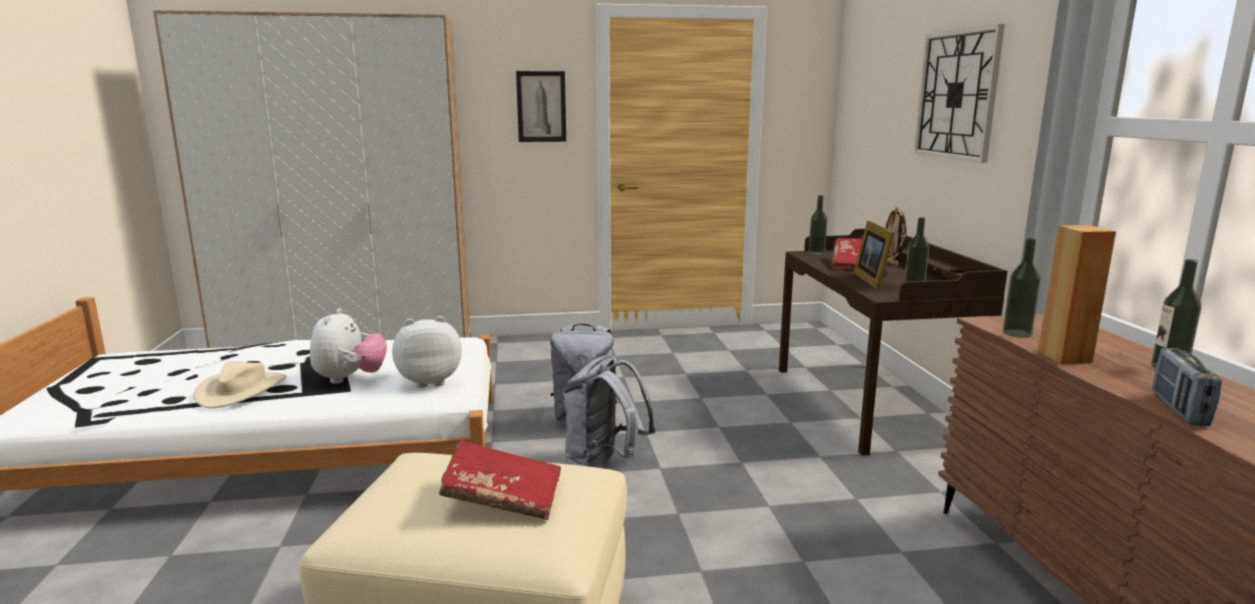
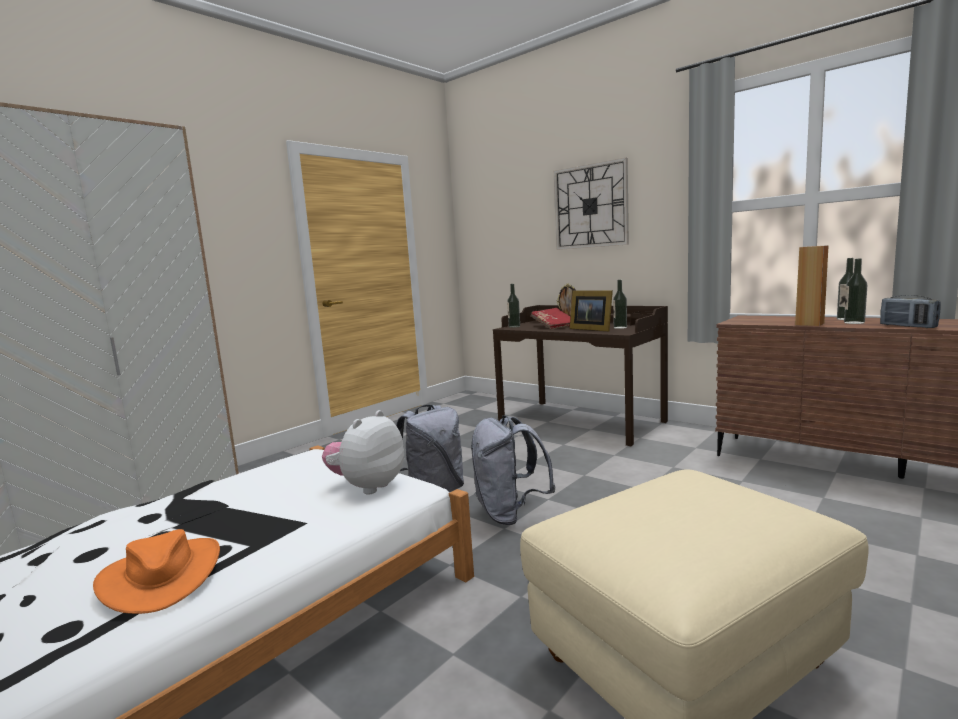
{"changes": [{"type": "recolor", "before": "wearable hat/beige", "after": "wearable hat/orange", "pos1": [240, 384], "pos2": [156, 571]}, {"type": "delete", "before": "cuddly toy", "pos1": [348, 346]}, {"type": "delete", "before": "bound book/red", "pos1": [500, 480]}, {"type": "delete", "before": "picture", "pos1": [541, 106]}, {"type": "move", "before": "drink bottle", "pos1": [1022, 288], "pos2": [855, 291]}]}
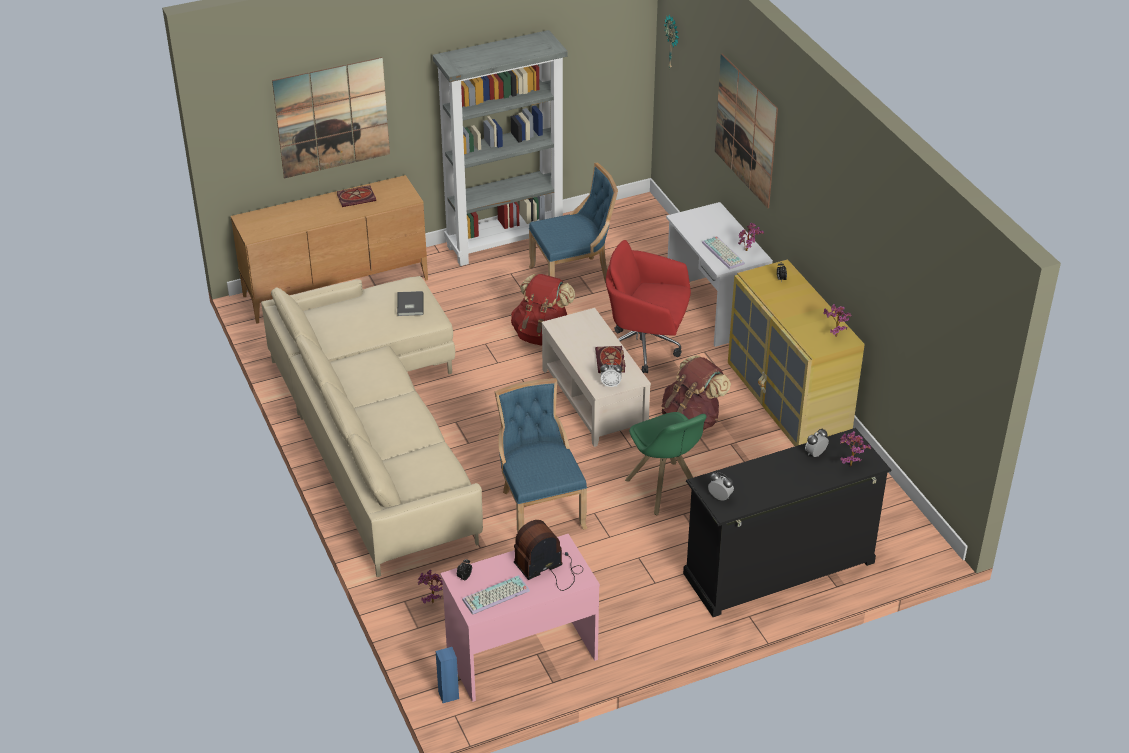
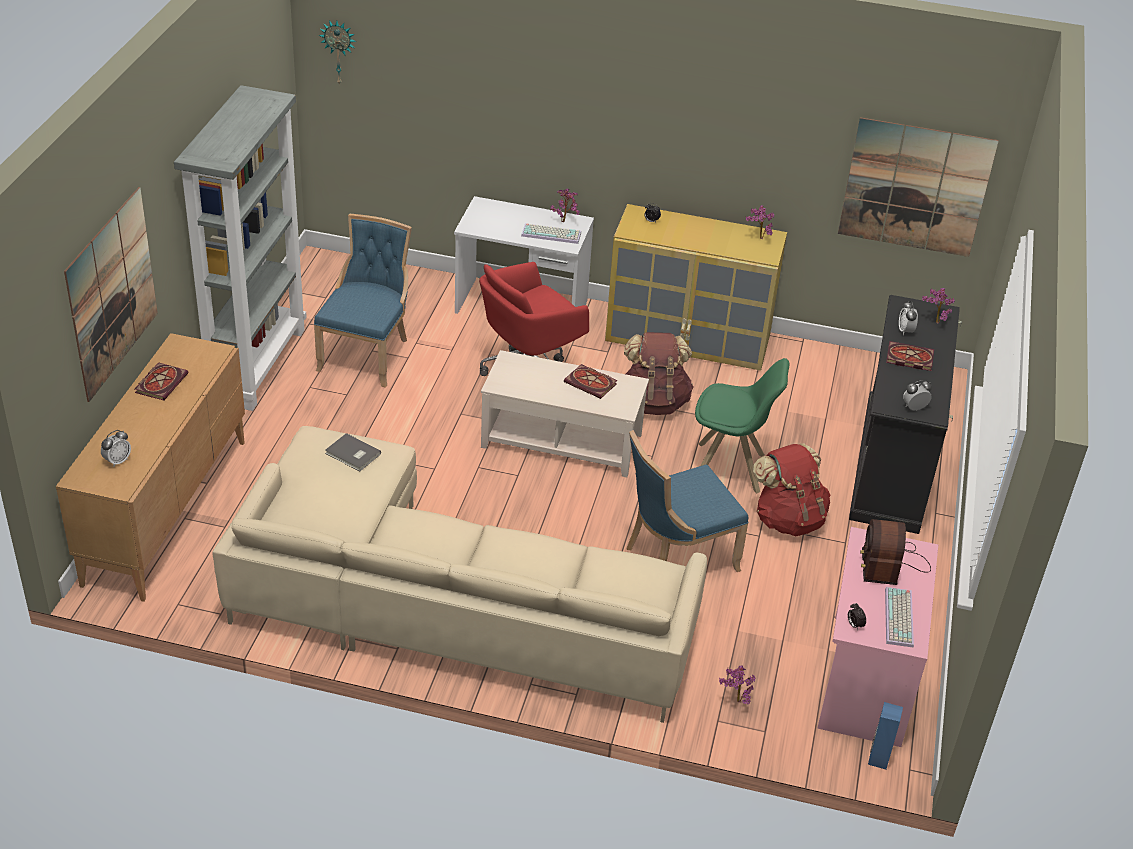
{"changes": [{"type": "rotate", "before": "plain chair/blue", "pos1": [541, 455], "pos2": [687, 501], "turn": -45}, {"type": "move", "before": "backpack/red", "pos1": [543, 310], "pos2": [791, 489]}, {"type": "move", "before": "table clock", "pos1": [611, 374], "pos2": [116, 448]}, {"type": "move", "before": "picture", "pos1": [746, 131], "pos2": [918, 187]}, {"type": "insert", "after": "bound book", "pos2": [910, 356]}]}
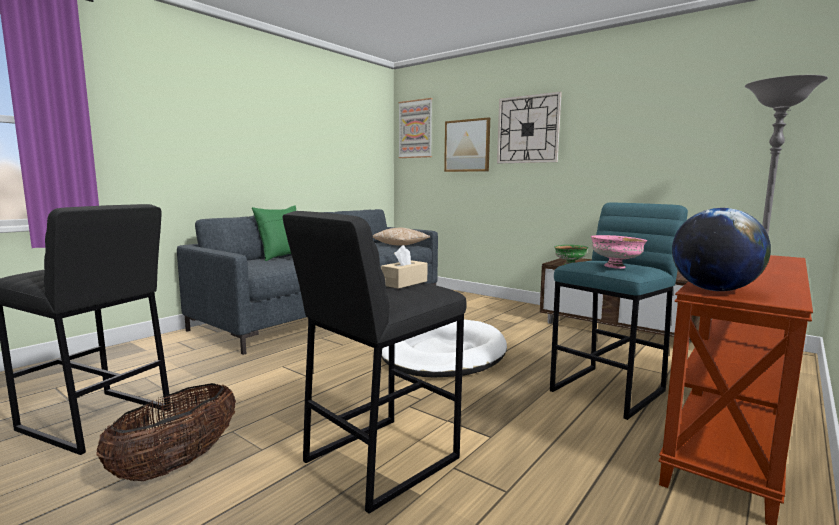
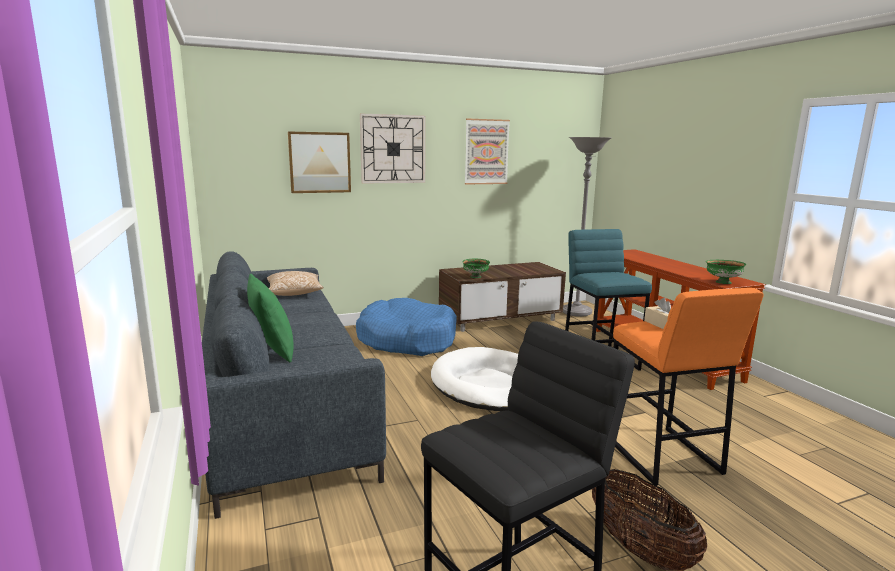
{"changes": [{"type": "recolor", "before": "stool/black", "after": "stool/orange", "pos1": [375, 362], "pos2": [688, 387]}, {"type": "move", "before": "picture", "pos1": [415, 128], "pos2": [487, 151]}, {"type": "delete", "before": "bowl/pink-coloured", "pos1": [618, 252]}, {"type": "replace", "before": "world globe", "after": "bowl/greenish", "pos1": [721, 249], "pos2": [726, 272]}, {"type": "insert", "after": "pet bed/blue", "pos2": [406, 327]}]}
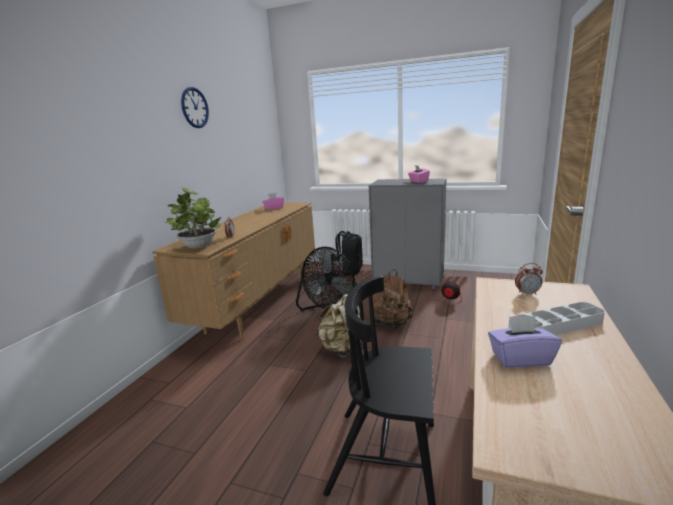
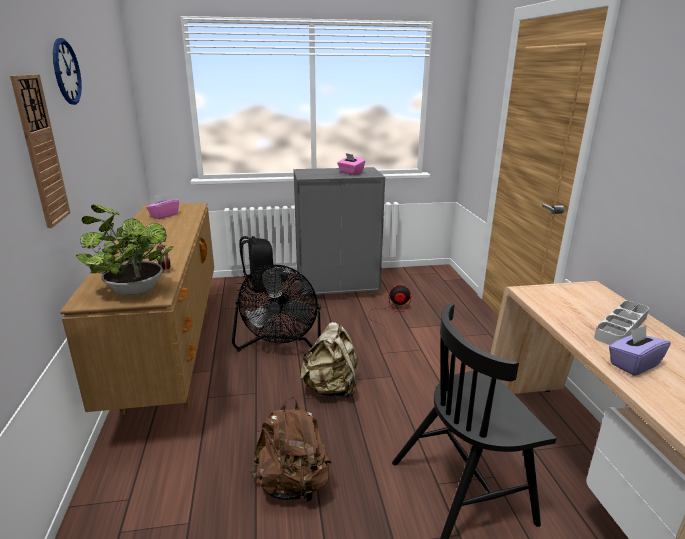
{"changes": [{"type": "move", "before": "backpack/brown", "pos1": [393, 299], "pos2": [291, 450]}, {"type": "delete", "before": "table clock", "pos1": [529, 279]}, {"type": "insert", "after": "wall clock", "pos2": [40, 151]}]}
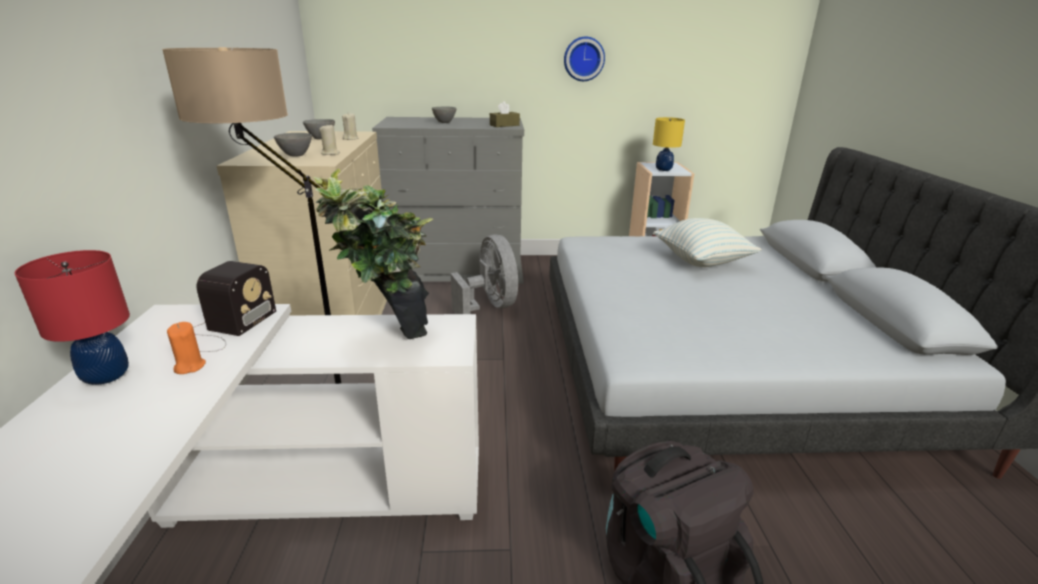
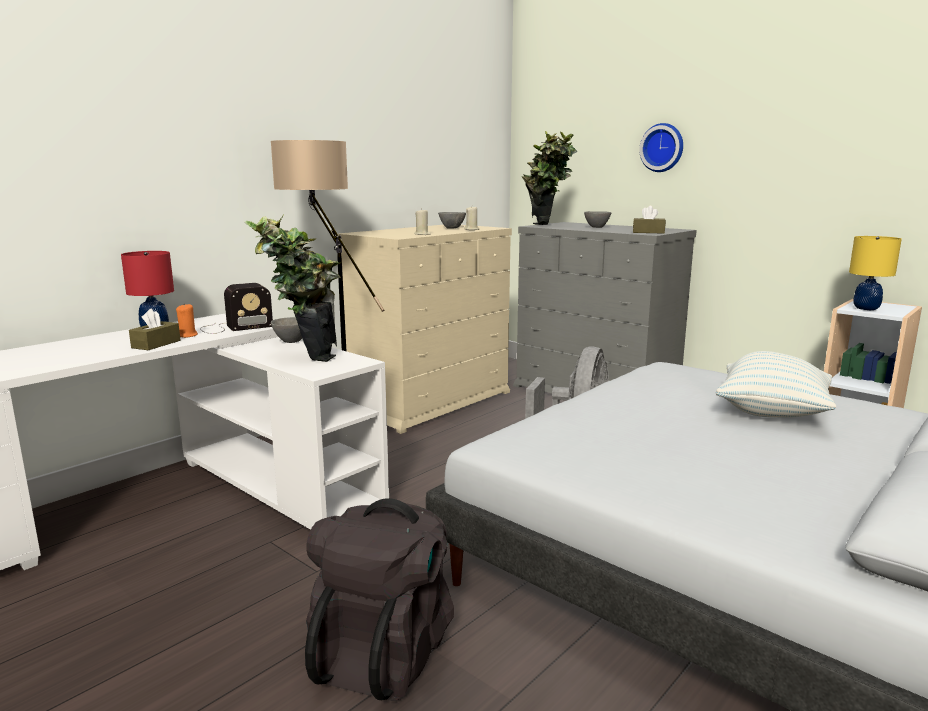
{"changes": [{"type": "move", "before": "bowl/greyish", "pos1": [293, 145], "pos2": [286, 330]}, {"type": "move", "before": "wall clock", "pos1": [584, 58], "pos2": [661, 147]}, {"type": "insert", "after": "tissue holder/brown", "pos2": [154, 329]}, {"type": "insert", "after": "houseplant", "pos2": [549, 178]}]}
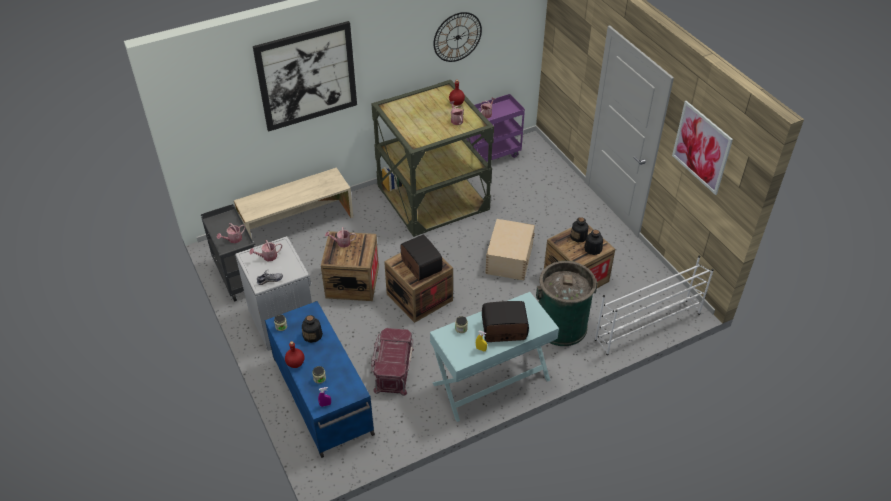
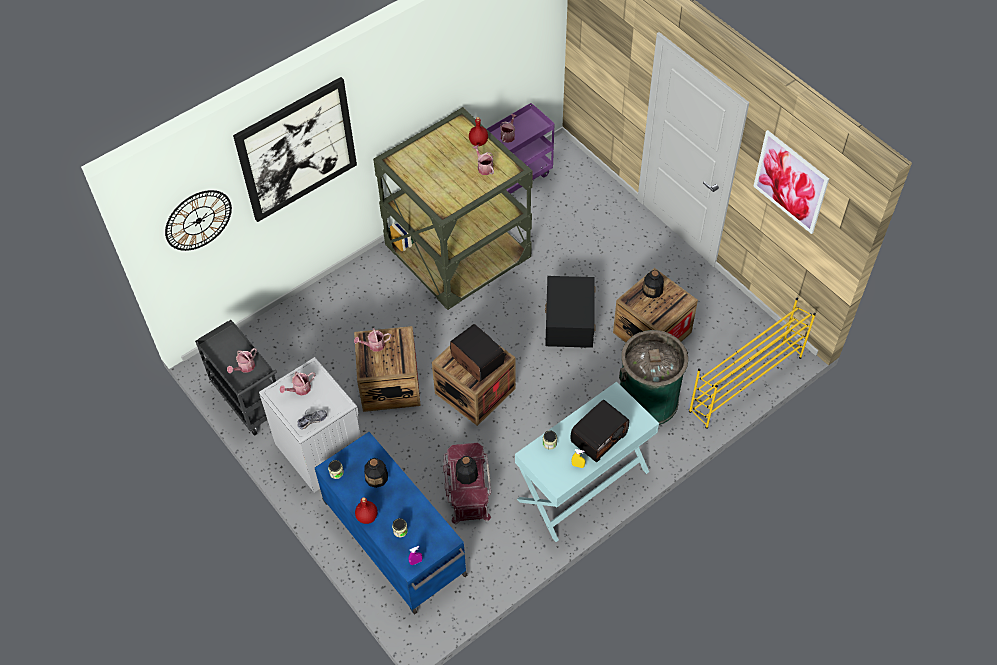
{"changes": [{"type": "delete", "before": "bench/beige", "pos1": [293, 203]}, {"type": "move", "before": "wall clock", "pos1": [457, 37], "pos2": [198, 220]}, {"type": "rotate", "before": "radio receiver", "pos1": [505, 321], "pos2": [600, 431], "turn": 150}, {"type": "recolor", "before": "storage box/beige", "after": "storage box/black", "pos1": [510, 249], "pos2": [570, 312]}, {"type": "move", "before": "drink bottle", "pos1": [593, 242], "pos2": [467, 470]}, {"type": "recolor", "before": "shoe shelf/whitish", "after": "shoe shelf/yellow-coloured", "pos1": [654, 305], "pos2": [752, 363]}]}
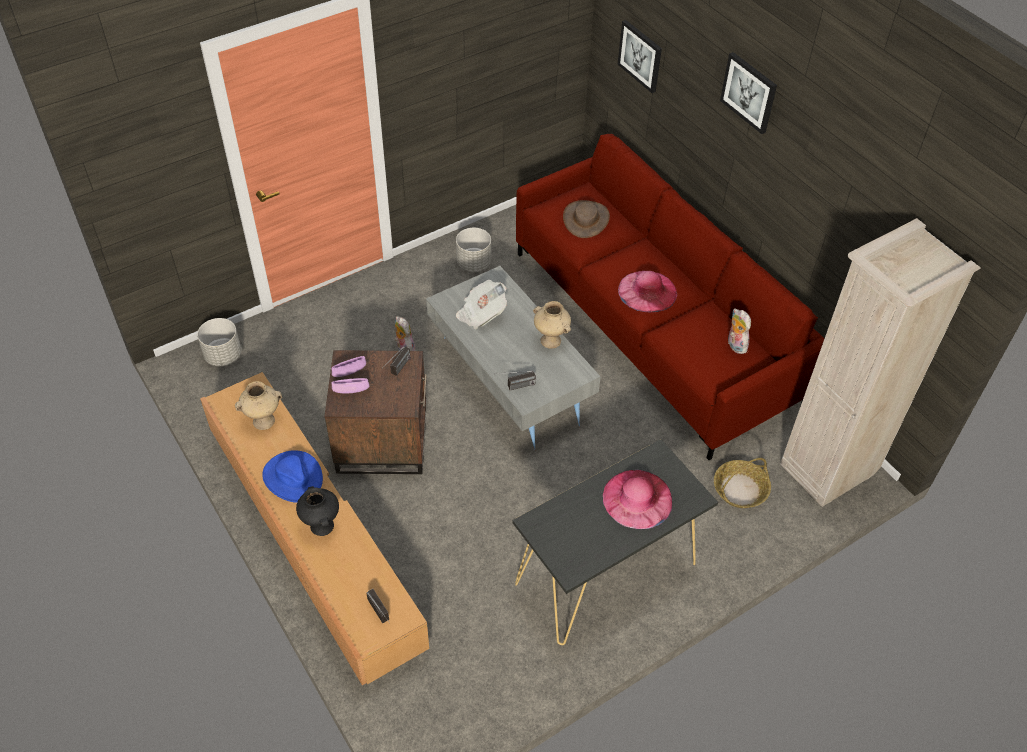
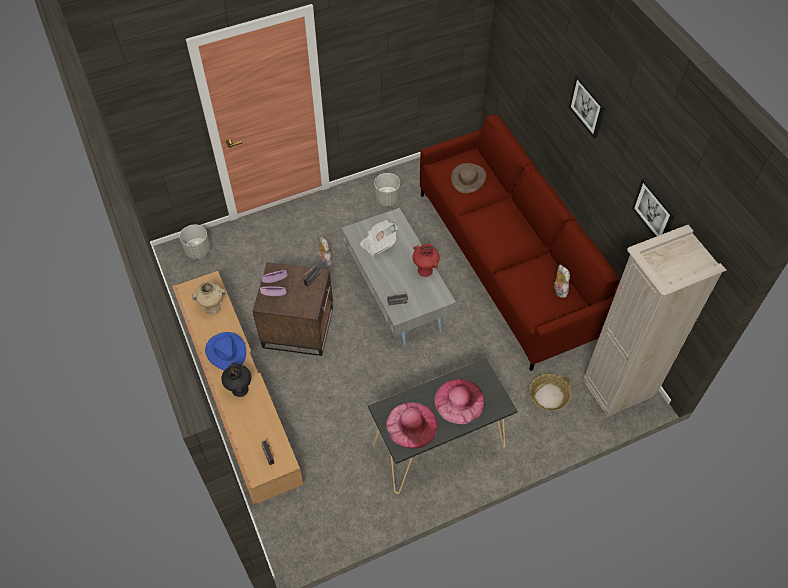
{"changes": [{"type": "recolor", "before": "flower vase/beige", "after": "flower vase/red", "pos1": [552, 325], "pos2": [426, 260]}, {"type": "move", "before": "picture", "pos1": [639, 56], "pos2": [654, 207]}, {"type": "move", "before": "wearable hat/pink-coloured", "pos1": [647, 291], "pos2": [412, 425]}]}
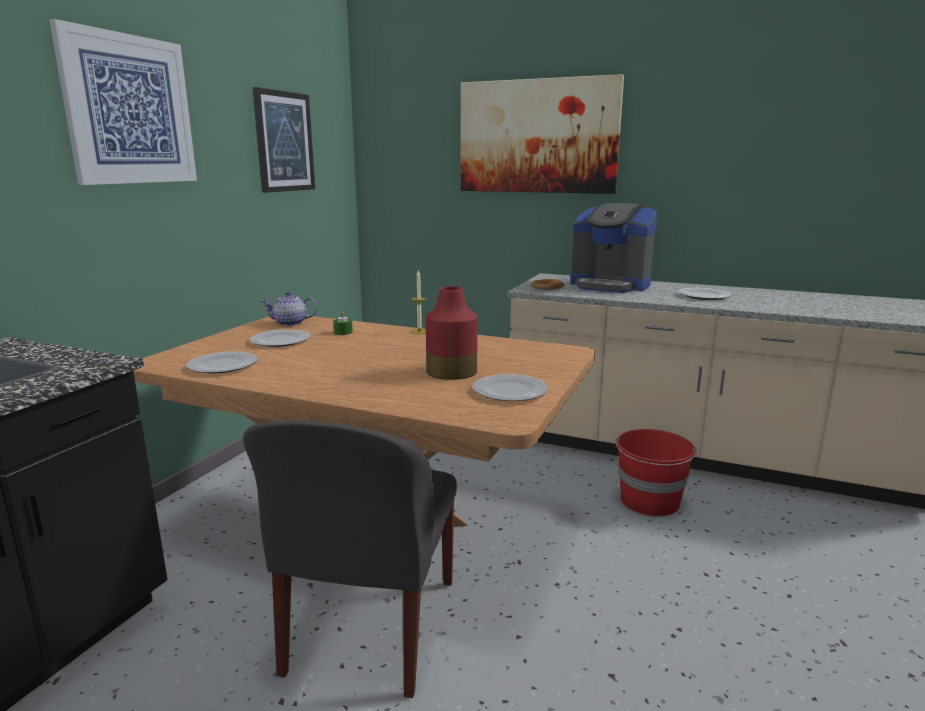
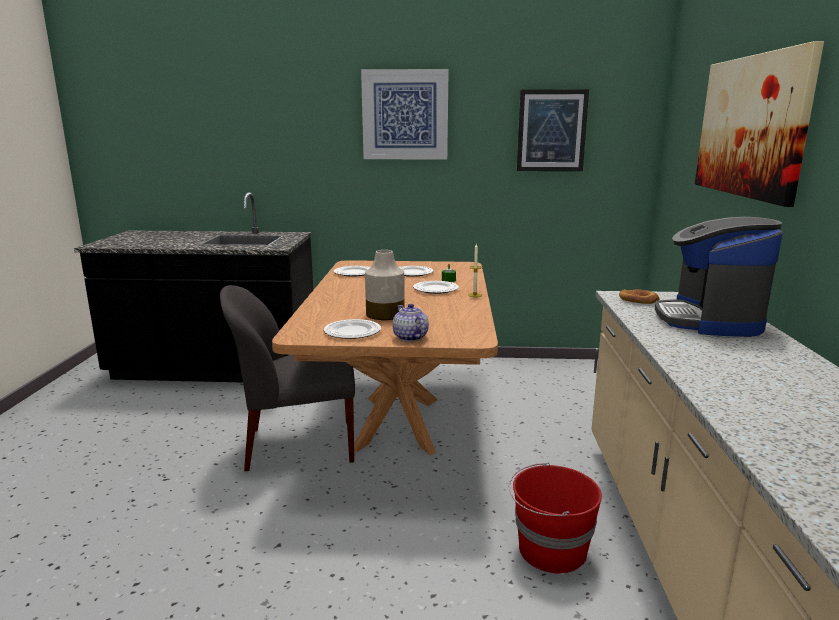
{"changes": [{"type": "move", "before": "teapot", "pos1": [289, 309], "pos2": [410, 323]}, {"type": "recolor", "before": "flower vase/red", "after": "flower vase/beige", "pos1": [452, 333], "pos2": [385, 285]}, {"type": "move", "before": "flat dish", "pos1": [705, 294], "pos2": [436, 287]}]}
